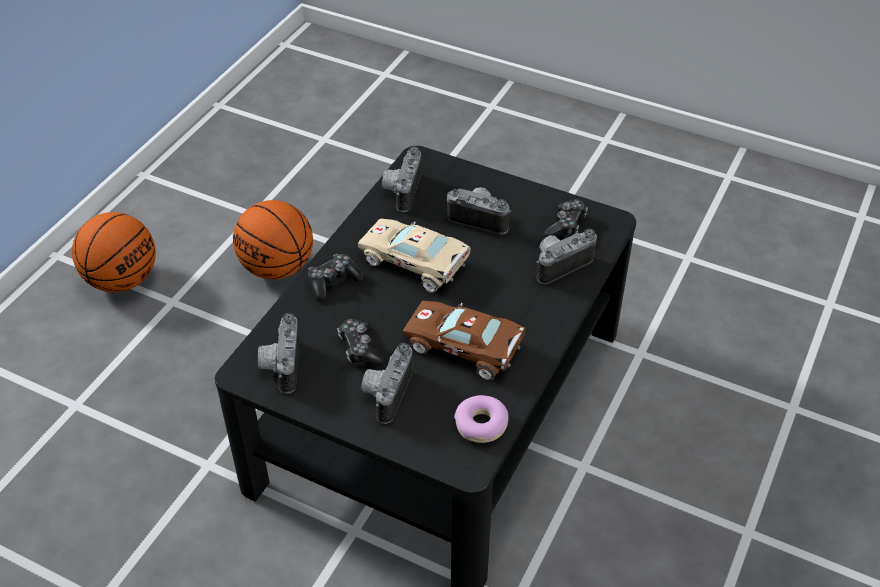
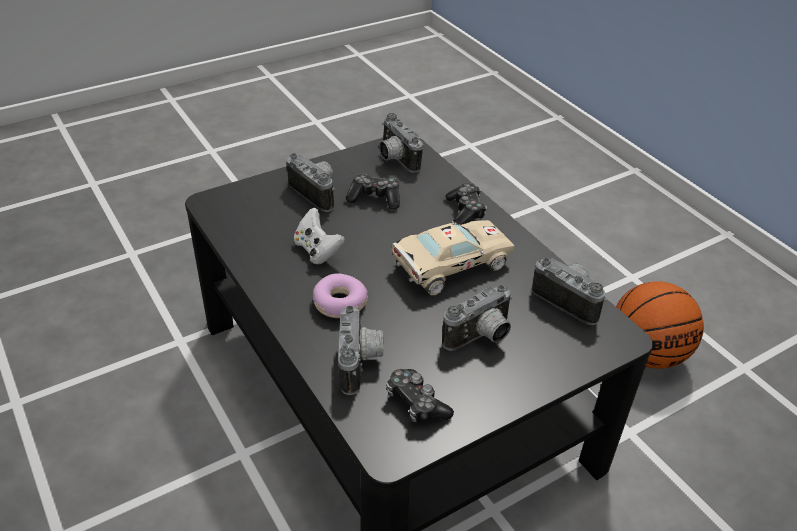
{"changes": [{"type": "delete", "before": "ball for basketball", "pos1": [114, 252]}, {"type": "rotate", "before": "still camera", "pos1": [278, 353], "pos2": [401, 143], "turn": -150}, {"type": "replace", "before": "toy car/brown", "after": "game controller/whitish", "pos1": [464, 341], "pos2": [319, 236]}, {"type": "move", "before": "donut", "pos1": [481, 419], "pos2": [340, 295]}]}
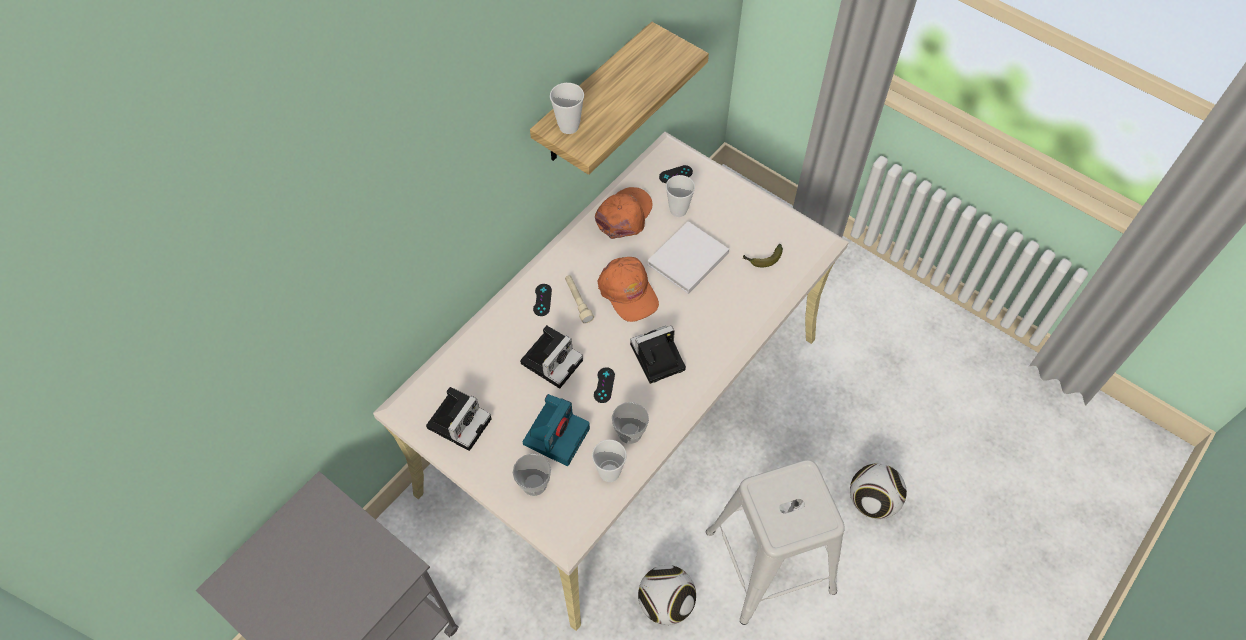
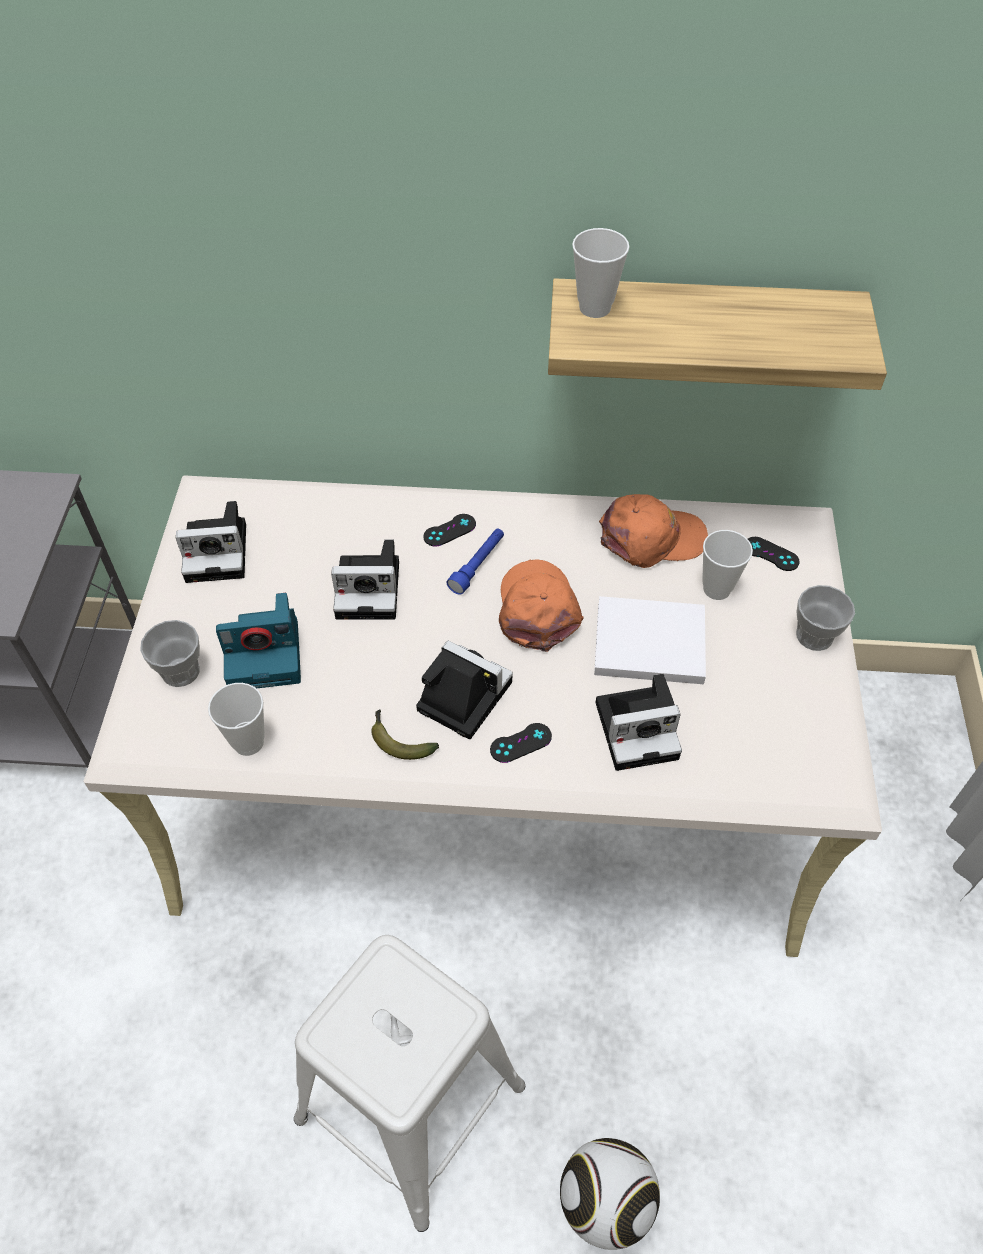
{"changes": [{"type": "recolor", "before": "hand torch/beige", "after": "hand torch/blue", "pos1": [579, 299], "pos2": [475, 561]}, {"type": "move", "before": "game controller/black", "pos1": [604, 385], "pos2": [521, 743]}, {"type": "rotate", "before": "baseball cap/orange", "pos1": [628, 289], "pos2": [541, 606], "turn": 150}, {"type": "move", "before": "cup", "pos1": [630, 423], "pos2": [825, 618]}, {"type": "delete", "before": "ball for football", "pos1": [667, 595]}, {"type": "move", "before": "whole banana", "pos1": [763, 255], "pos2": [405, 734]}, {"type": "insert", "after": "still camera", "pos2": [639, 722]}]}
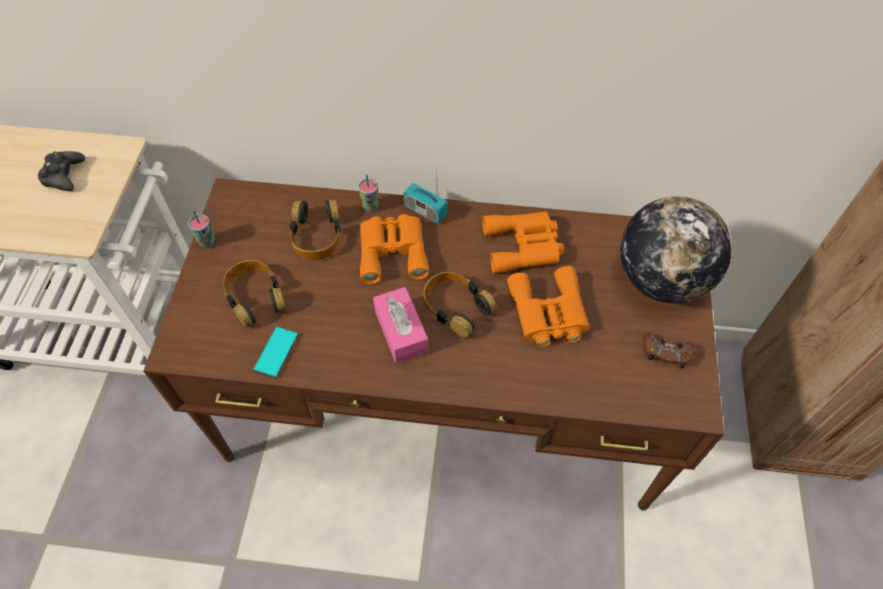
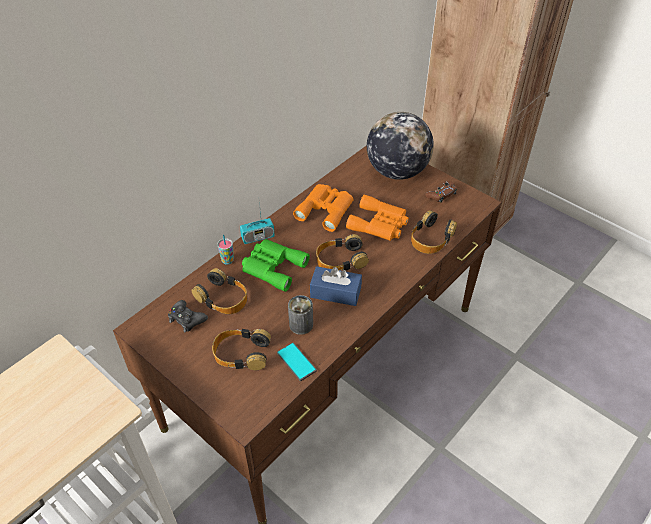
{"changes": [{"type": "move", "before": "game controller/black", "pos1": [61, 171], "pos2": [188, 316]}, {"type": "delete", "before": "cup", "pos1": [201, 229]}, {"type": "recolor", "before": "pair of binoculars/orange", "after": "pair of binoculars/greenish", "pos1": [394, 249], "pos2": [276, 265]}, {"type": "recolor", "before": "tissue holder/pink-coloured", "after": "tissue holder/blue", "pos1": [400, 325], "pos2": [336, 286]}, {"type": "insert", "after": "can", "pos2": [300, 315]}, {"type": "insert", "after": "headphones", "pos2": [434, 232]}]}
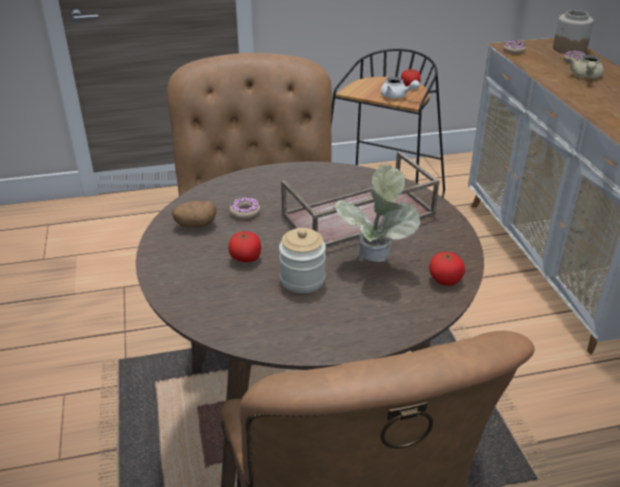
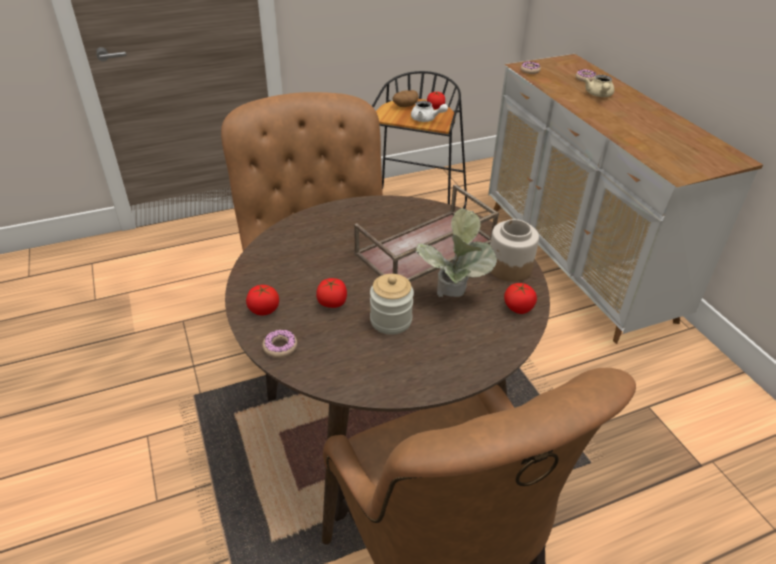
{"changes": [{"type": "move", "before": "whole potato", "pos1": [194, 214], "pos2": [405, 98]}, {"type": "move", "before": "donut", "pos1": [245, 208], "pos2": [279, 344]}, {"type": "move", "before": "preserve jar", "pos1": [573, 32], "pos2": [514, 250]}, {"type": "insert", "after": "tomato", "pos2": [262, 300]}]}
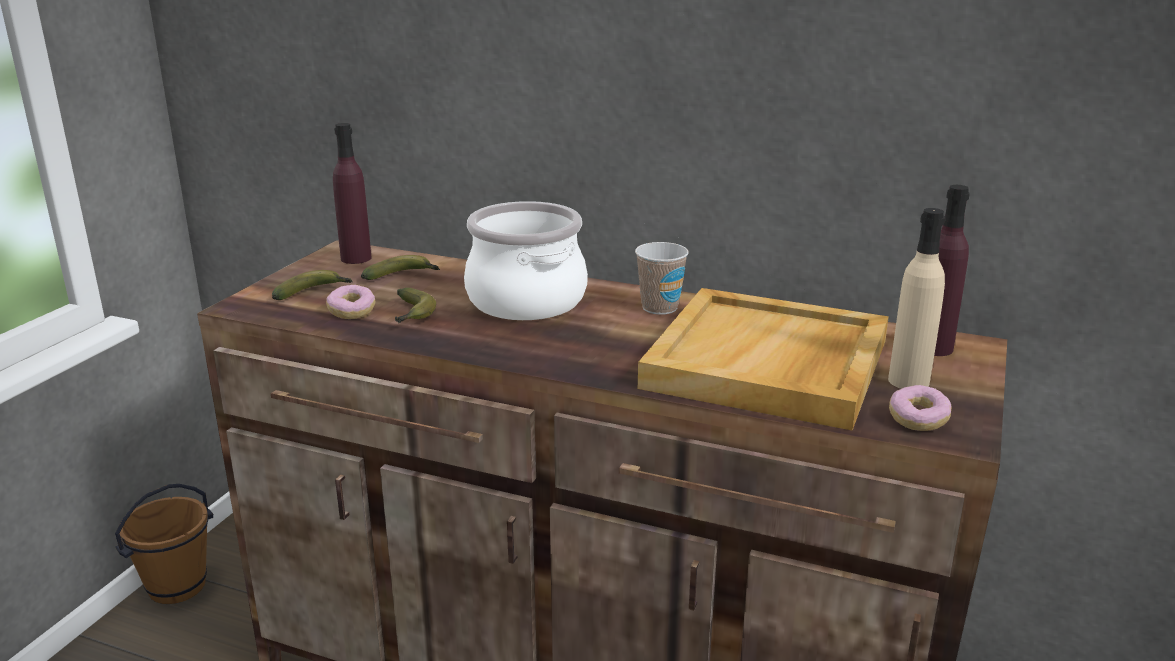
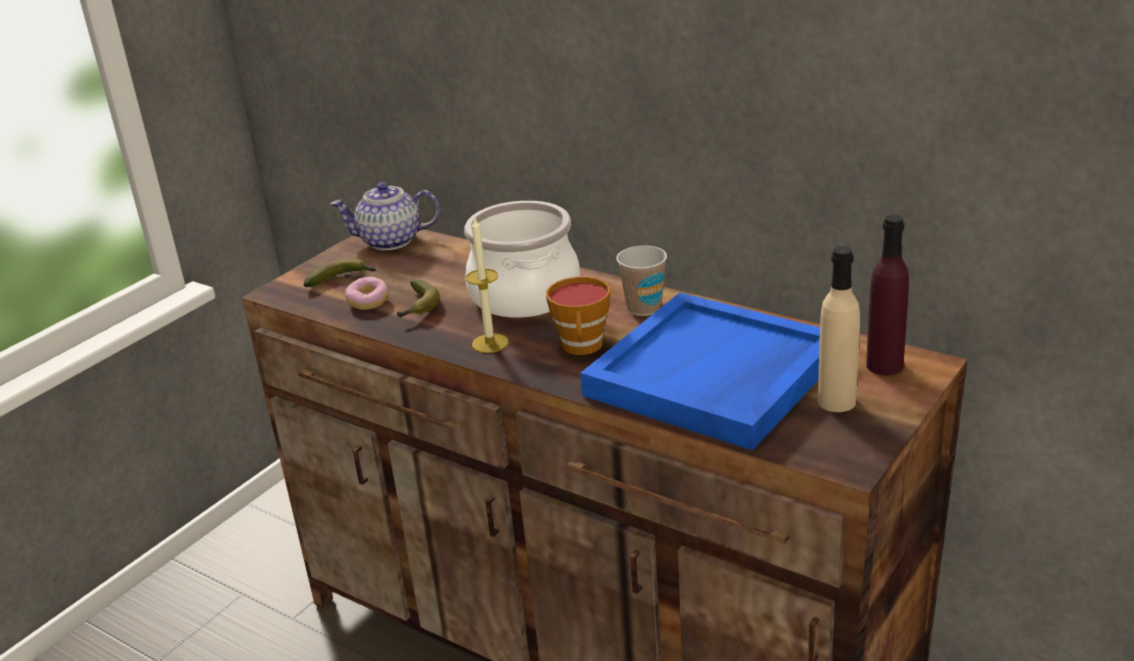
{"changes": [{"type": "delete", "before": "pail/brown", "pos1": [164, 544]}, {"type": "replace", "before": "drink bottle/purplish", "after": "teapot", "pos1": [352, 193], "pos2": [385, 216]}, {"type": "delete", "before": "whole banana", "pos1": [400, 267]}, {"type": "recolor", "before": "carrying tray/beige", "after": "carrying tray/blue", "pos1": [763, 359], "pos2": [700, 371]}, {"type": "delete", "before": "donut", "pos1": [920, 408]}, {"type": "insert", "after": "candle", "pos2": [487, 284]}, {"type": "insert", "after": "cup", "pos2": [578, 316]}]}
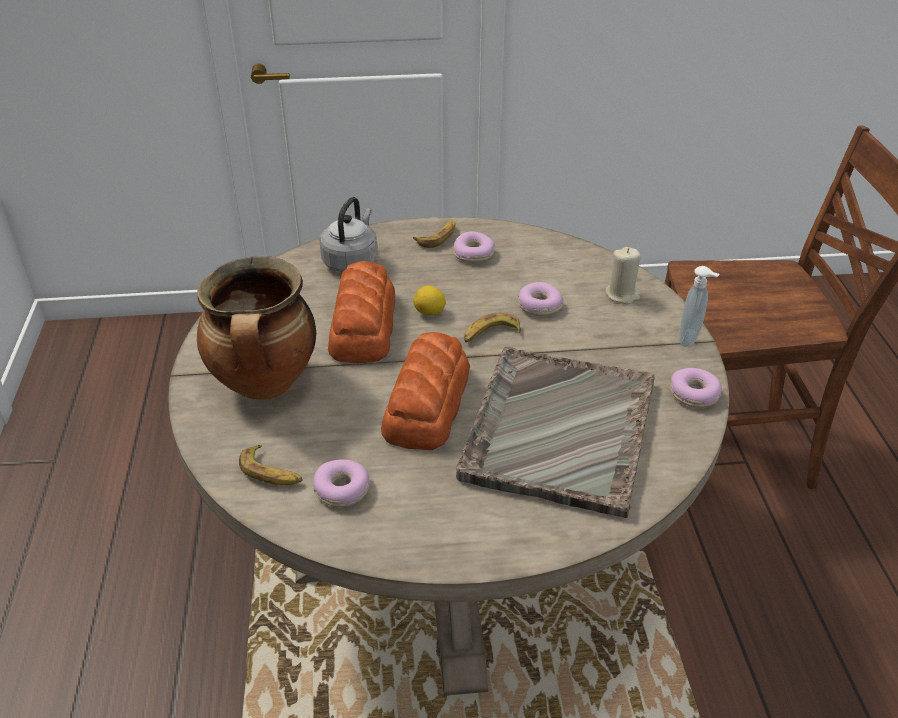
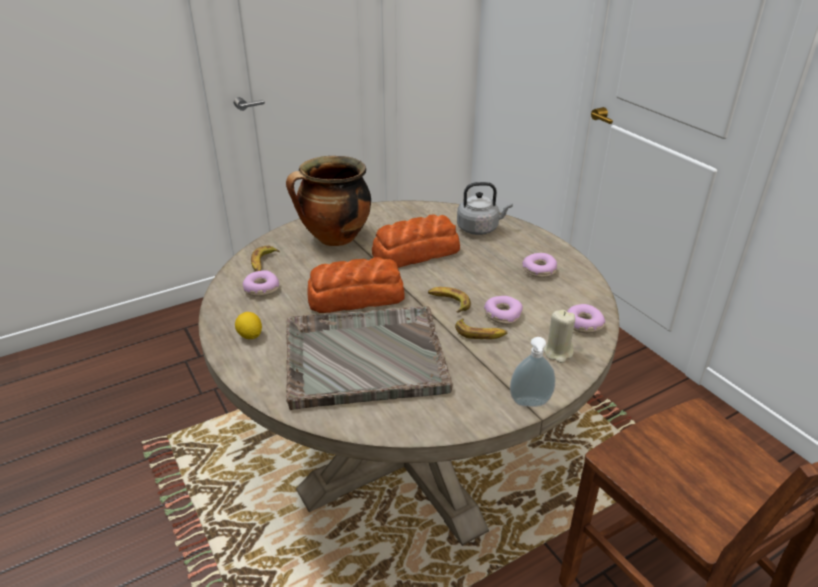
{"changes": [{"type": "move", "before": "whole banana", "pos1": [434, 234], "pos2": [481, 329]}, {"type": "move", "before": "whole lemon", "pos1": [430, 300], "pos2": [248, 325]}, {"type": "move", "before": "donut", "pos1": [696, 388], "pos2": [586, 318]}]}
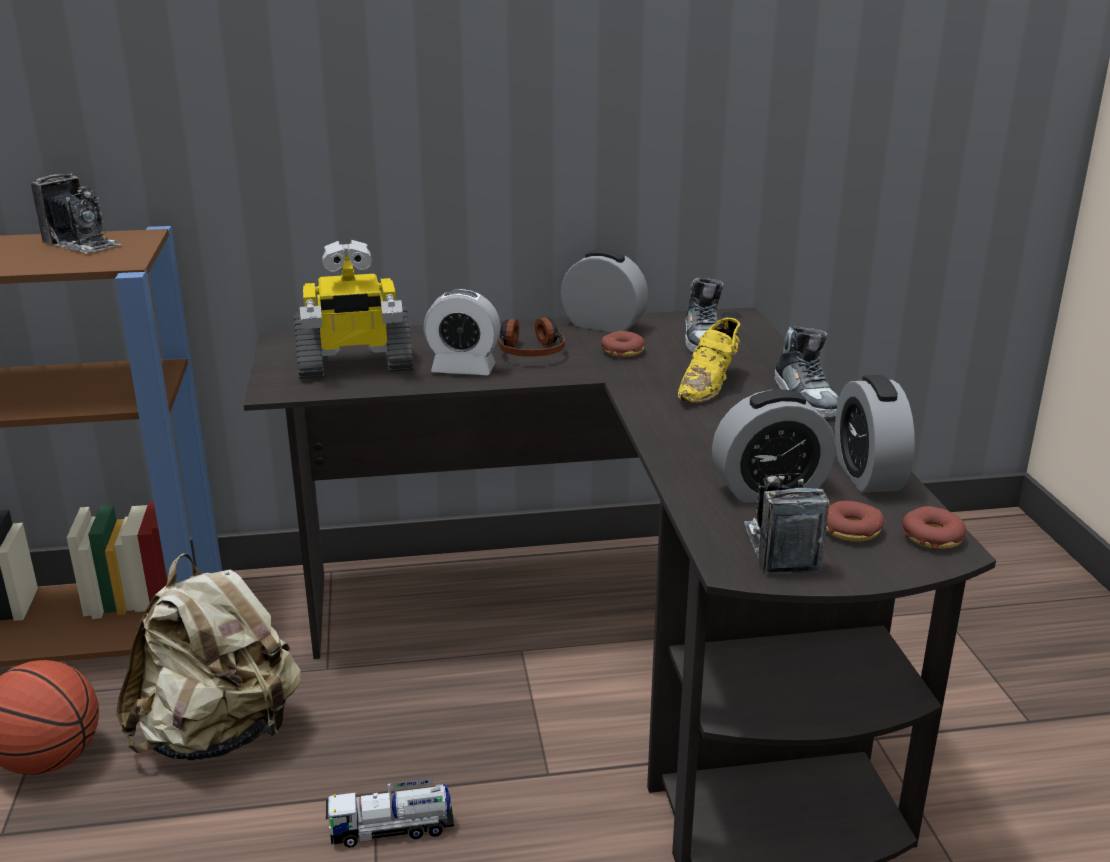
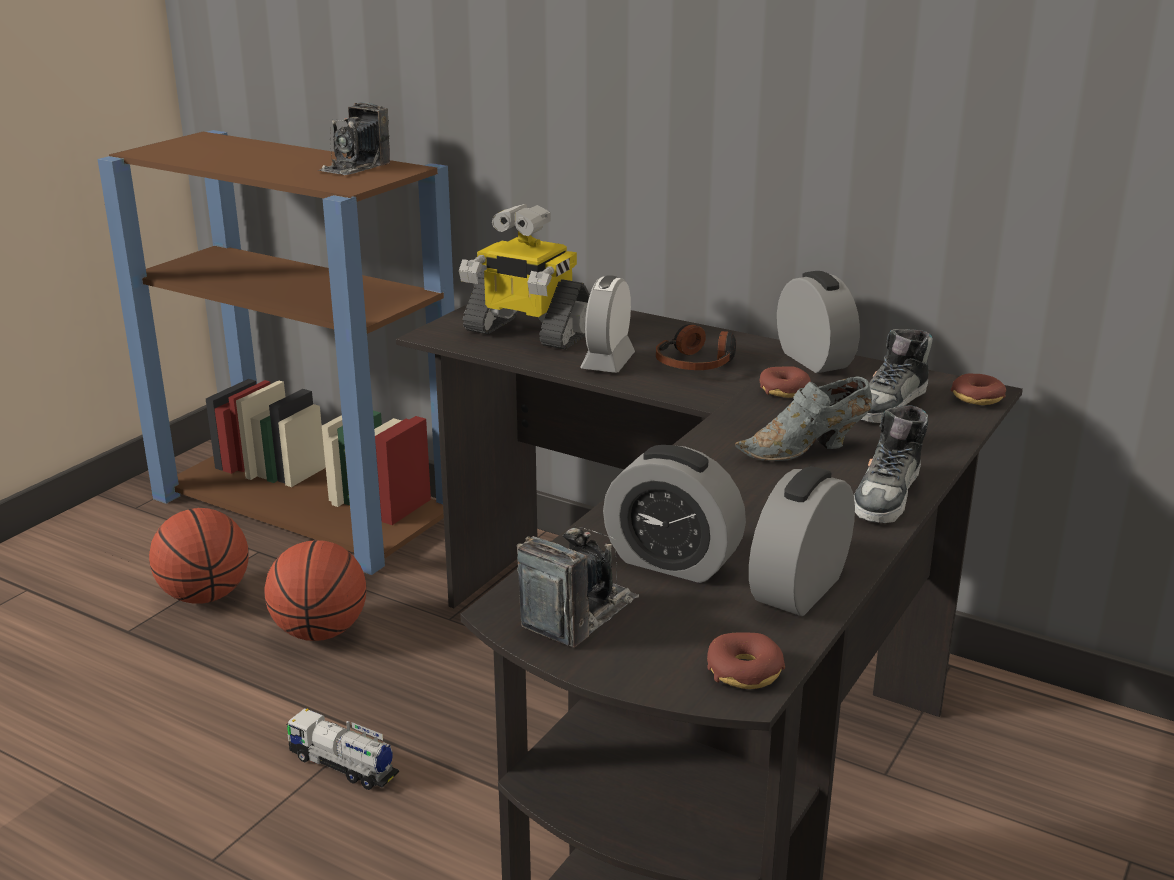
{"changes": [{"type": "rotate", "before": "still camera", "pos1": [76, 213], "pos2": [354, 138], "turn": 45}, {"type": "replace", "before": "backpack/beige", "after": "ball for basketball", "pos1": [208, 657], "pos2": [315, 590]}, {"type": "rotate", "before": "table clock", "pos1": [462, 332], "pos2": [607, 324], "turn": 60}, {"type": "recolor", "before": "item of footwear/yellow-coloured", "after": "item of footwear/greyish", "pos1": [709, 360], "pos2": [803, 419]}, {"type": "move", "before": "donut", "pos1": [855, 521], "pos2": [978, 389]}]}
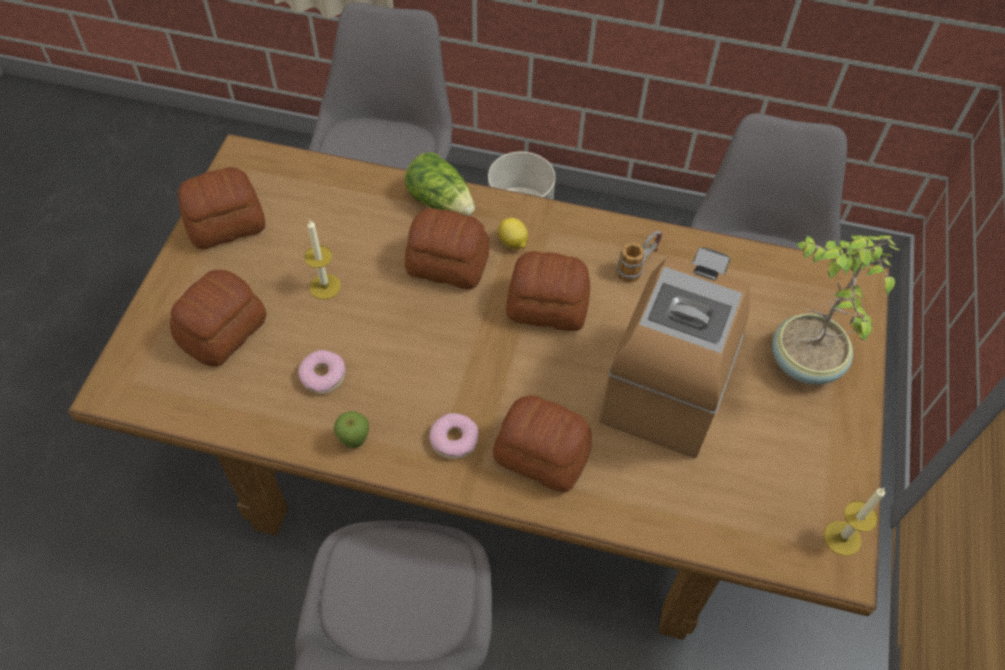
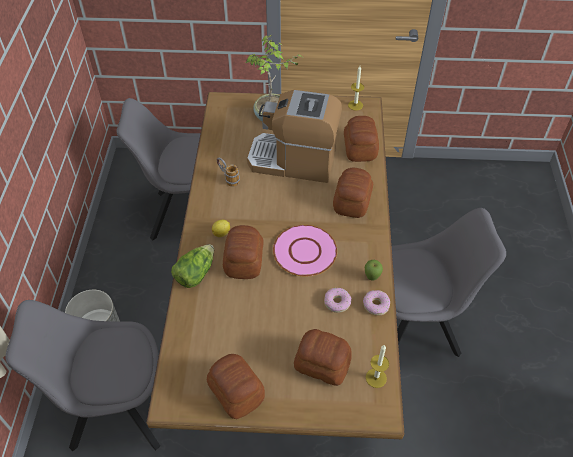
{"changes": [{"type": "move", "before": "candle", "pos1": [322, 260], "pos2": [377, 366]}, {"type": "move", "before": "donut", "pos1": [453, 436], "pos2": [376, 302]}, {"type": "move", "before": "baked bread", "pos1": [548, 291], "pos2": [361, 139]}, {"type": "insert", "after": "flat dish/pink-coloured", "pos2": [305, 251]}]}
